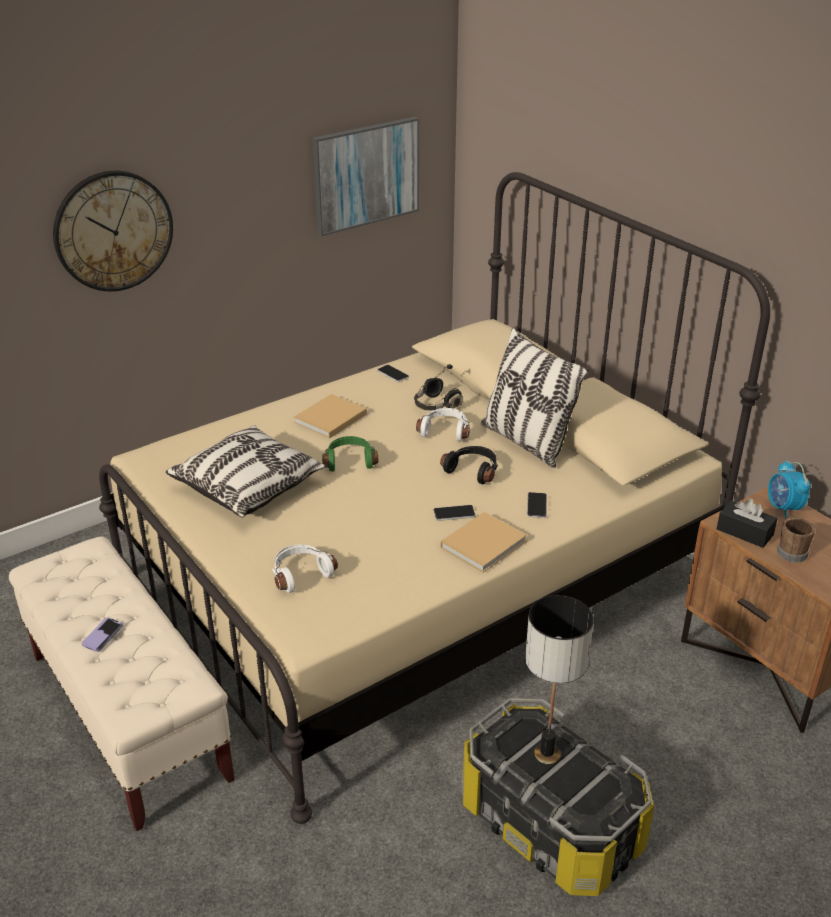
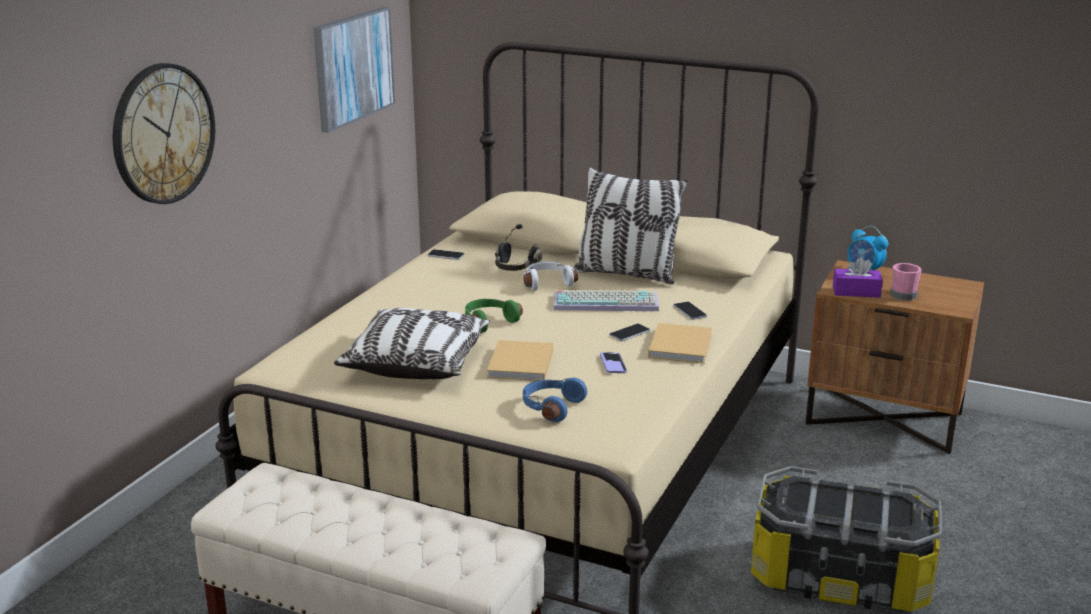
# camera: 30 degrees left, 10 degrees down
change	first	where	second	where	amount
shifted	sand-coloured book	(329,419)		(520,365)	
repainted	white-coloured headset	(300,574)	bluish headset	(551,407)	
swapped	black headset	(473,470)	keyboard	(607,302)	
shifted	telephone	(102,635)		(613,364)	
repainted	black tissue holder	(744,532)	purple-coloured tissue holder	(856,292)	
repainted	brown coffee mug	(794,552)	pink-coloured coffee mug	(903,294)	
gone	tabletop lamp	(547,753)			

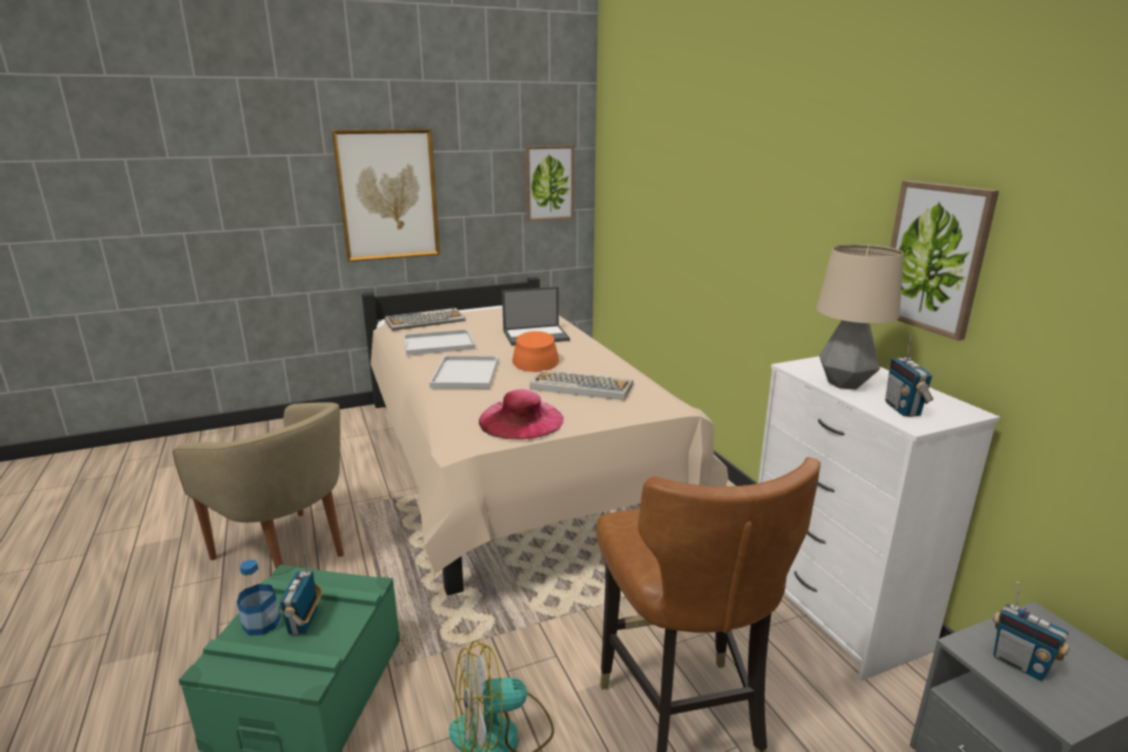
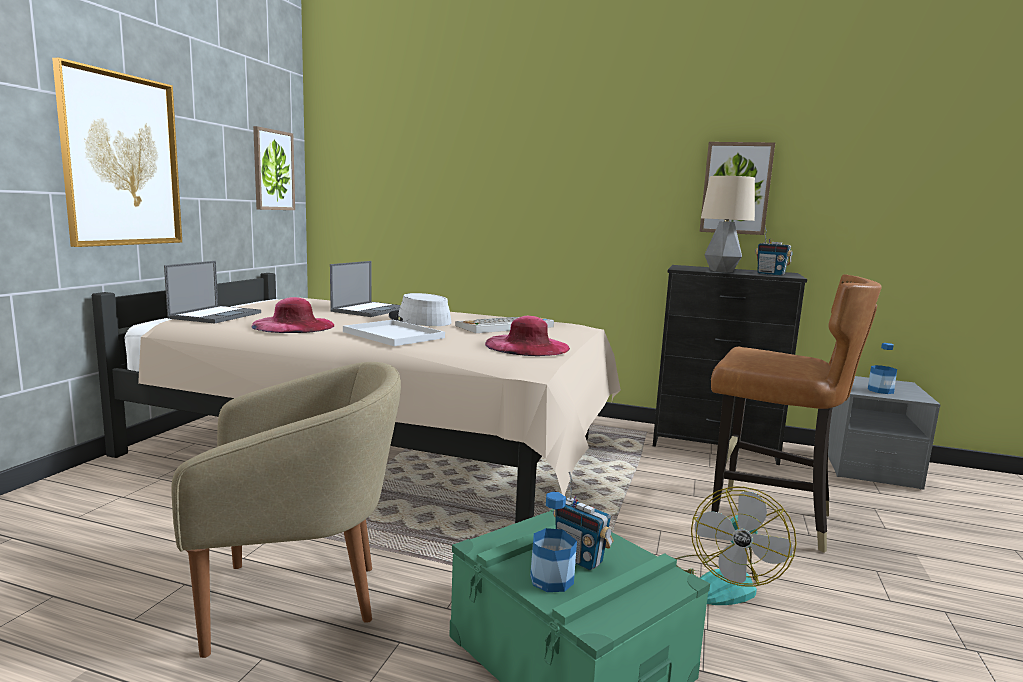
# camera: 50 degrees left, 10 degrees down
change	first	where	second	where	amount
swapped	keyboard	(425,321)	laptop	(216,315)	
swapped	white-coloured serving tray	(437,344)	pink-coloured wearable hat	(293,325)	
repainted	orangey wearable hat	(535,359)	gray wearable hat	(419,320)	
repainted	white-coloured drawer chest	(832,609)	black drawer chest	(714,444)	
swapped	radio set	(1020,664)	bottle	(880,390)	

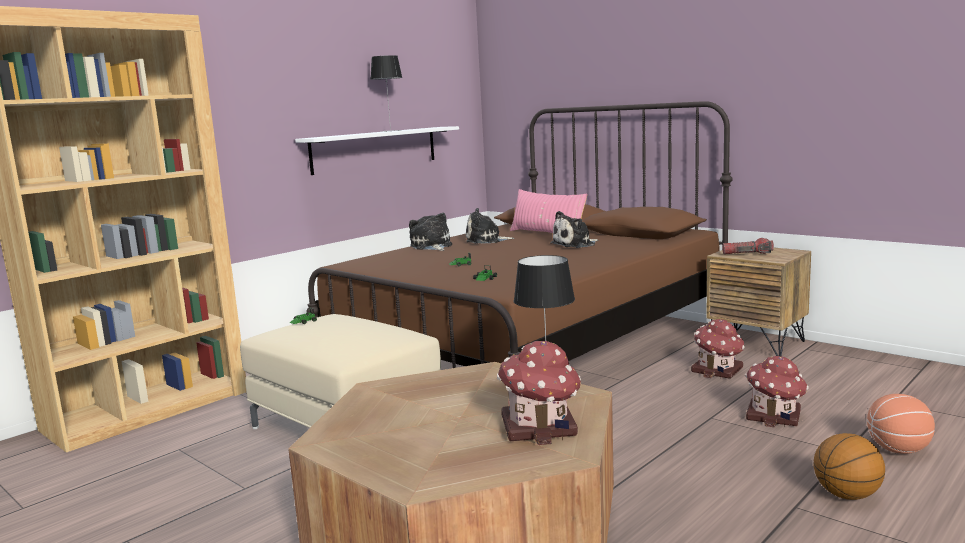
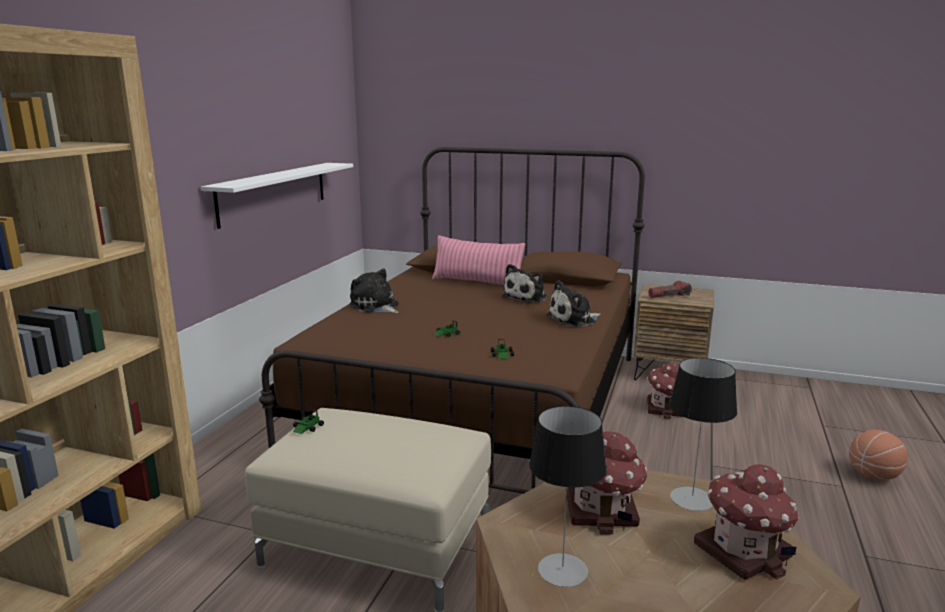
# camera: 25 degrees left, 5 degrees up
change	first	where	second	where	amount
shifted	tabletop lamp	(390,131)		(562,570)	
shifted	cuddly toy	(486,240)		(574,319)	
shifted	toy house	(775,416)		(602,510)	
gone	basketball	(847,495)			

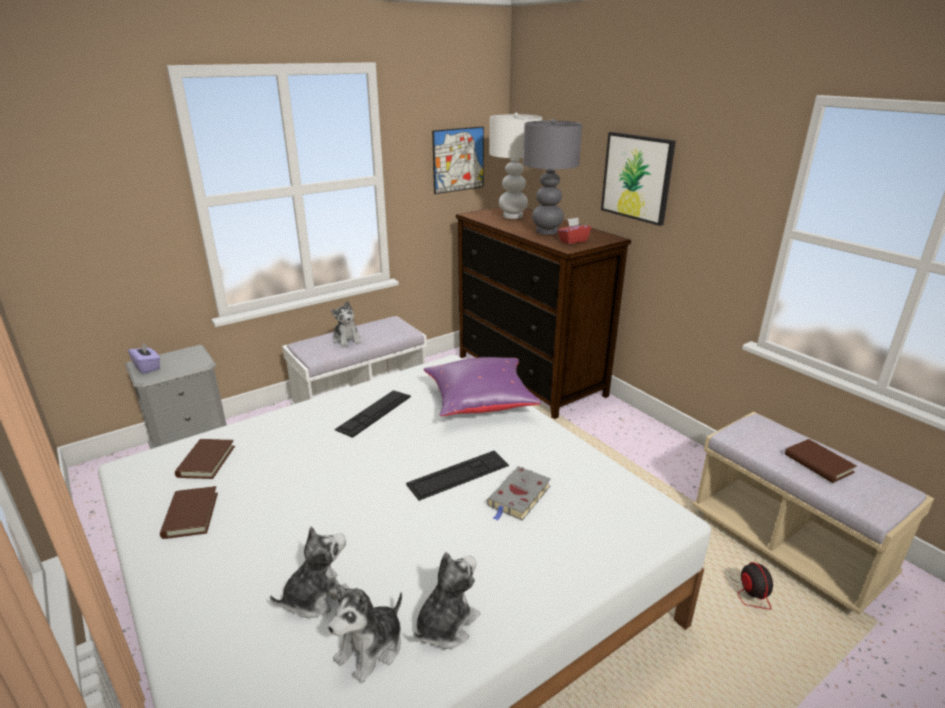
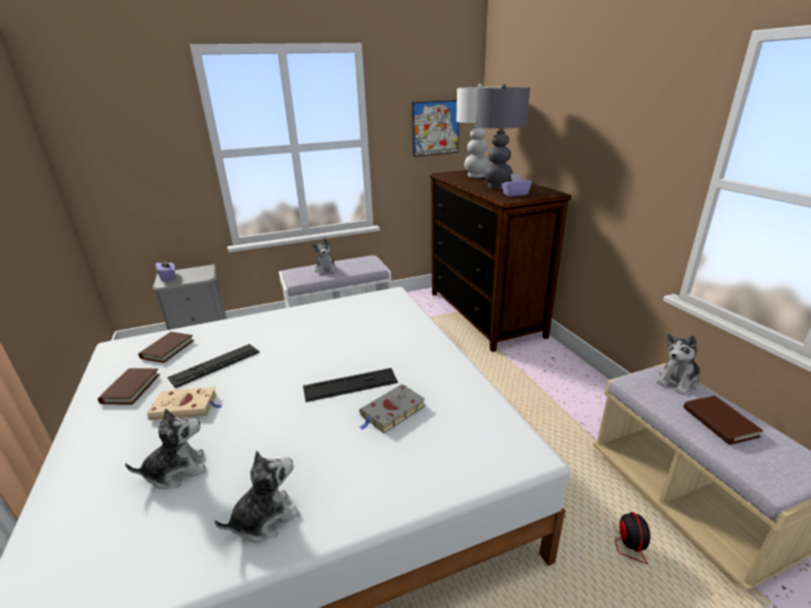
# camera: 15 degrees right, 0 degrees up
change	first	where	second	where	amount
new			sand-coloured book	(186,407)	
shifted	keyboard	(374,412)		(215,364)	
repainted	red tissue holder	(573,241)	purple-coloured tissue holder	(515,194)	
shifted	cuddly toy	(371,648)		(678,381)	
gone	purple-coloured throw pillow	(480,403)			
gone	wall art	(637,177)			

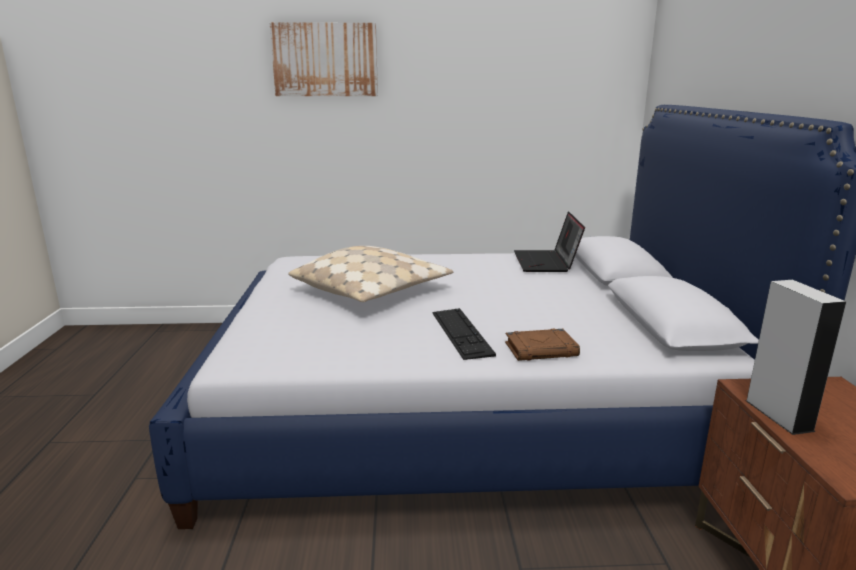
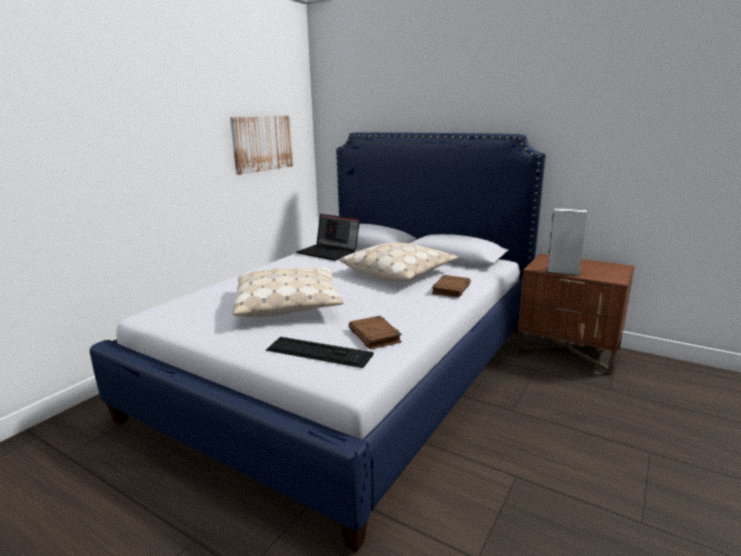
# camera: 55 degrees left, 0 degrees up
change	first	where	second	where	amount
shifted	wall art	(325,60)		(262,143)	
shifted	keyboard	(461,332)		(319,352)	
new			sand-coloured throw pillow	(399,272)	
new			brown book	(375,336)	

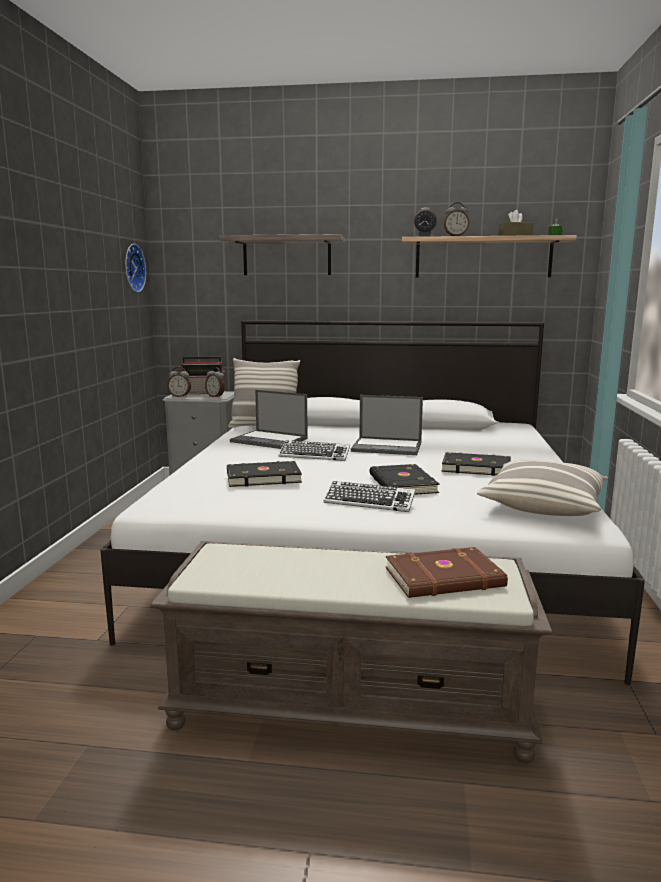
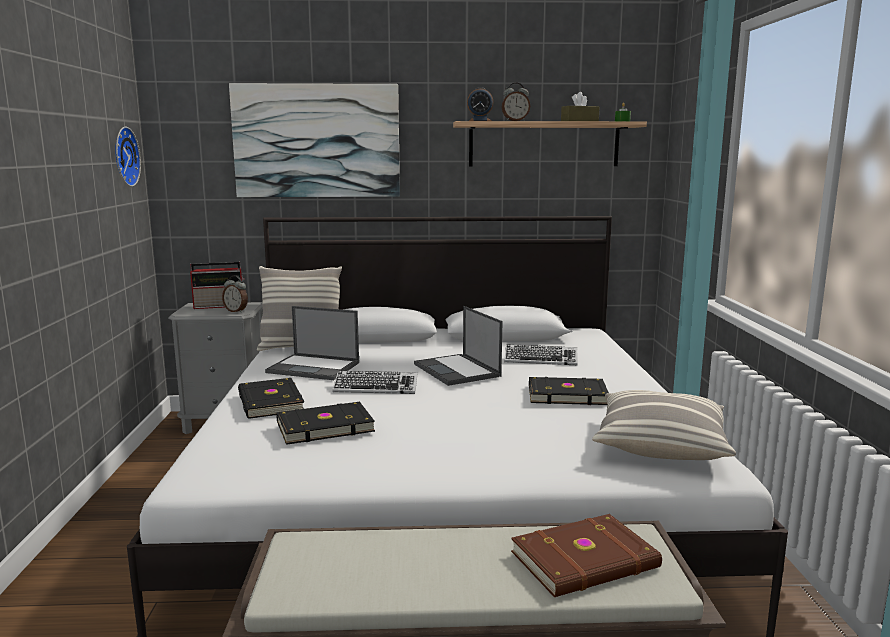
# camera: 10 degrees left, 0 degrees up
change	first	where	second	where	amount
swapped	bracket shelf	(287,256)	wall art	(317,141)	
shifted	black book	(401,484)		(269,402)	
rotated	laptop	(388,447)		(457,370)	60 degrees clockwise
shifted	keyboard	(369,502)		(540,360)	
gone	bedside clock	(180,396)			

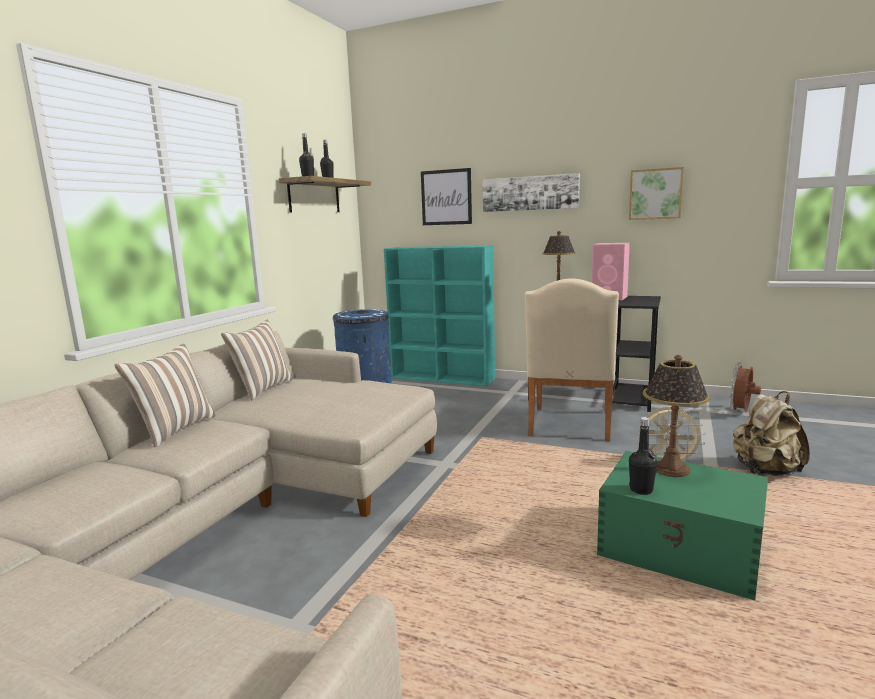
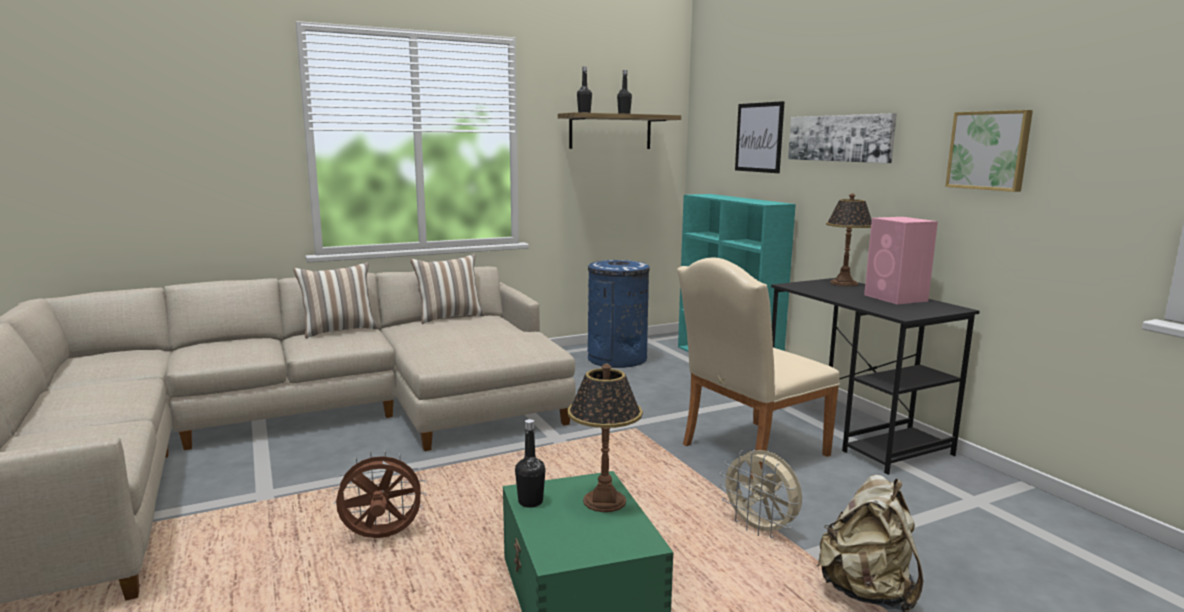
# camera: 40 degrees right, 0 degrees up
change	first	where	second	where	amount
shifted	brown electric fan	(741,412)		(381,538)	

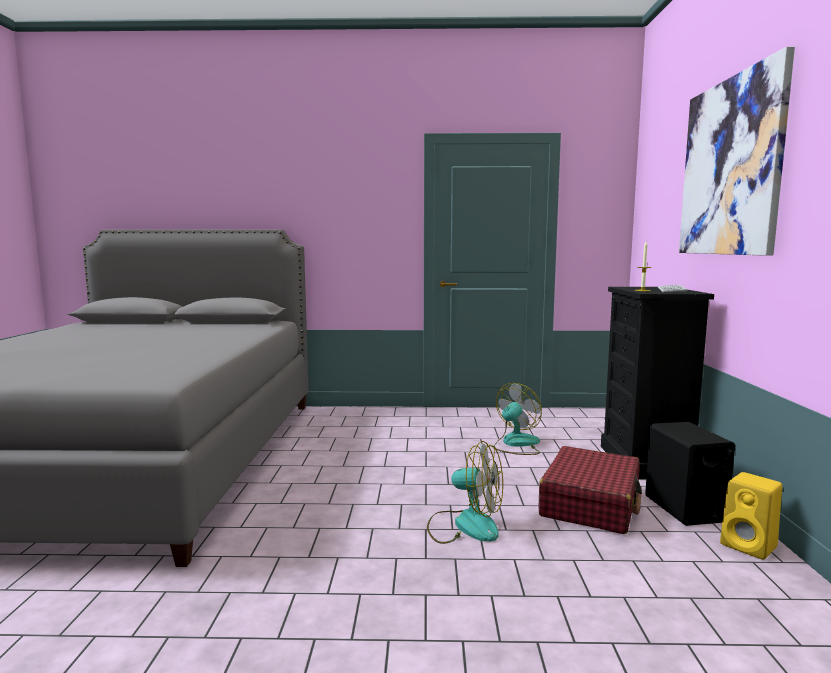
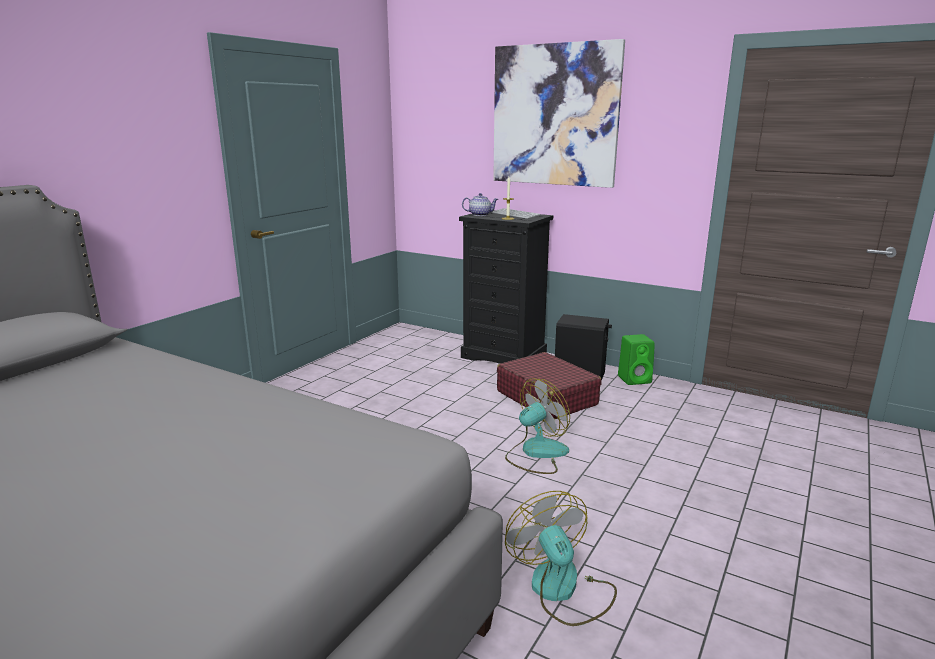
# camera: 60 degrees left, 10 degrees up
change	first	where	second	where	amount
new			teapot	(480,215)	
shifted	electric fan	(516,444)		(562,590)	
repainted	yellow loudspeaker	(750,546)	green loudspeaker	(635,379)	

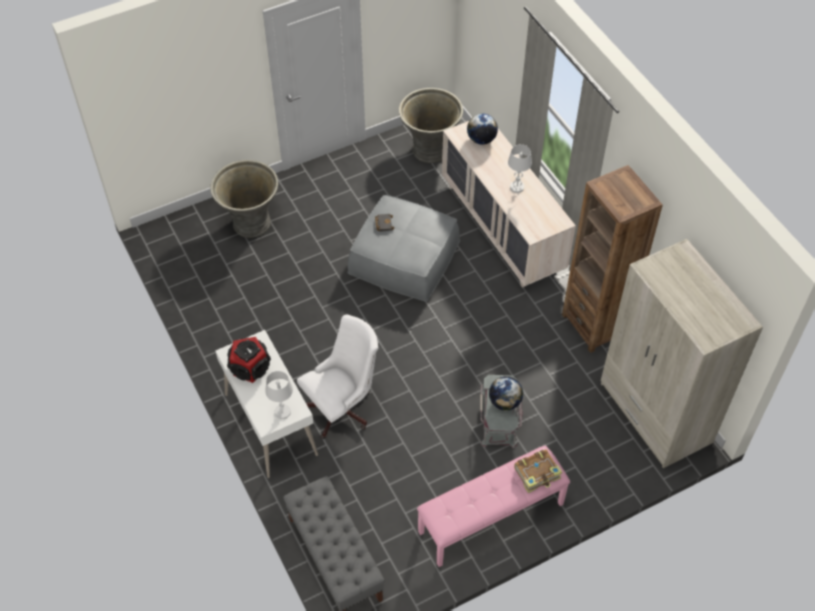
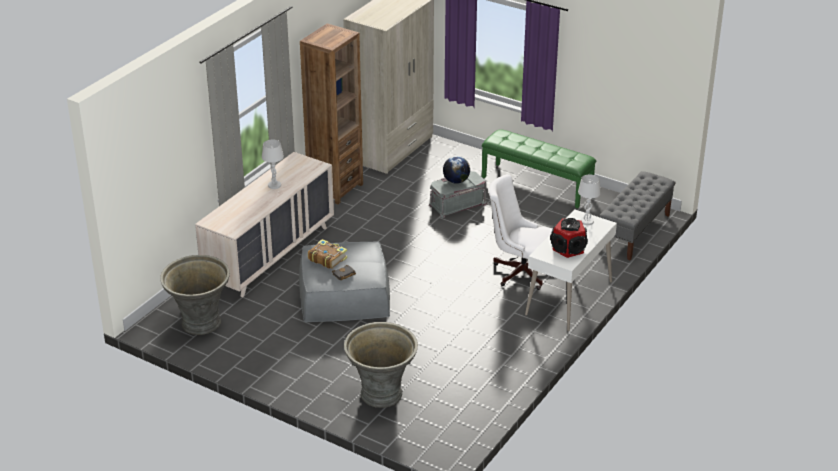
# camera: 120 degrees left, 20 degrees down
change	first	where	second	where	amount
shifted	book	(537,474)		(327,258)	
repainted	pink-coloured bench	(491,518)	green bench	(537,185)	
gone	world globe	(481,139)			

